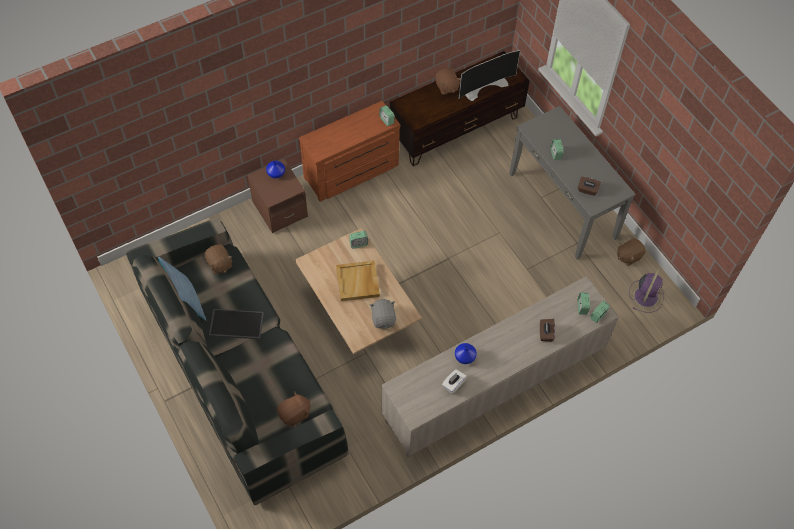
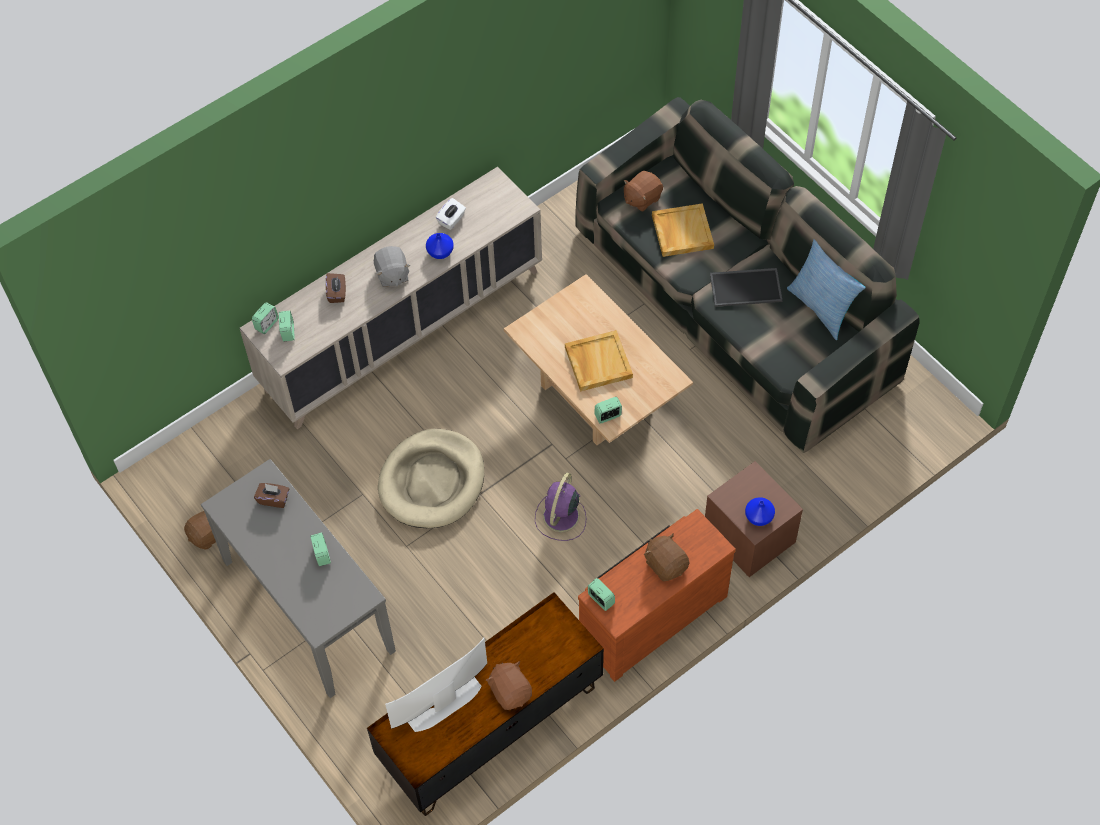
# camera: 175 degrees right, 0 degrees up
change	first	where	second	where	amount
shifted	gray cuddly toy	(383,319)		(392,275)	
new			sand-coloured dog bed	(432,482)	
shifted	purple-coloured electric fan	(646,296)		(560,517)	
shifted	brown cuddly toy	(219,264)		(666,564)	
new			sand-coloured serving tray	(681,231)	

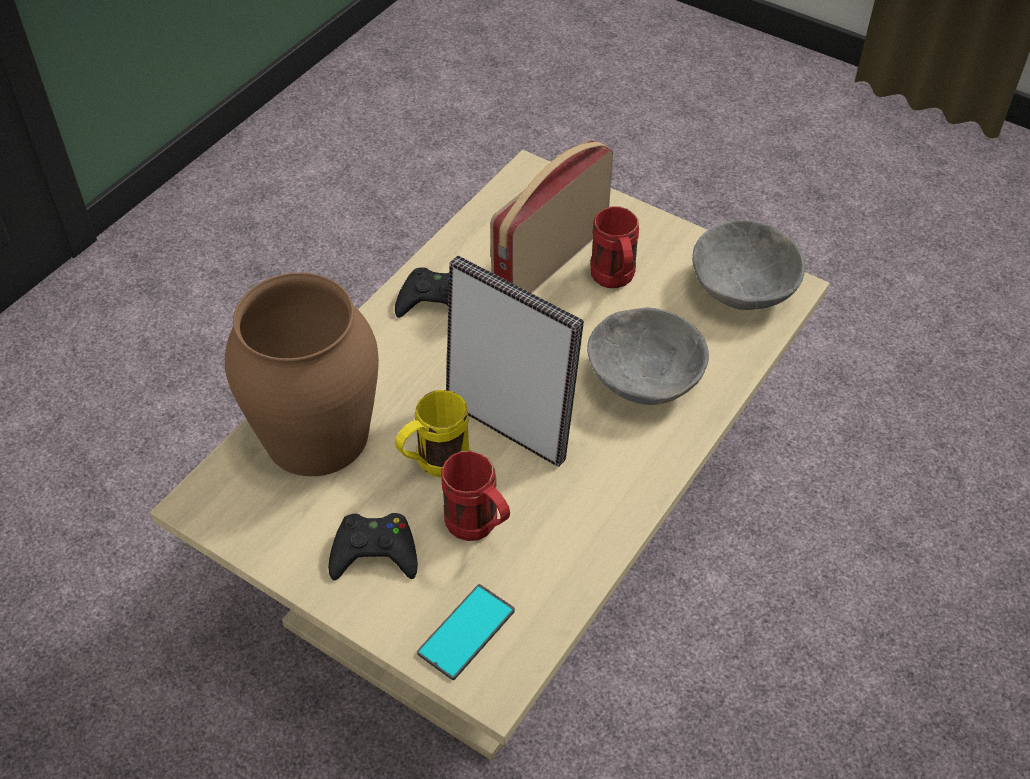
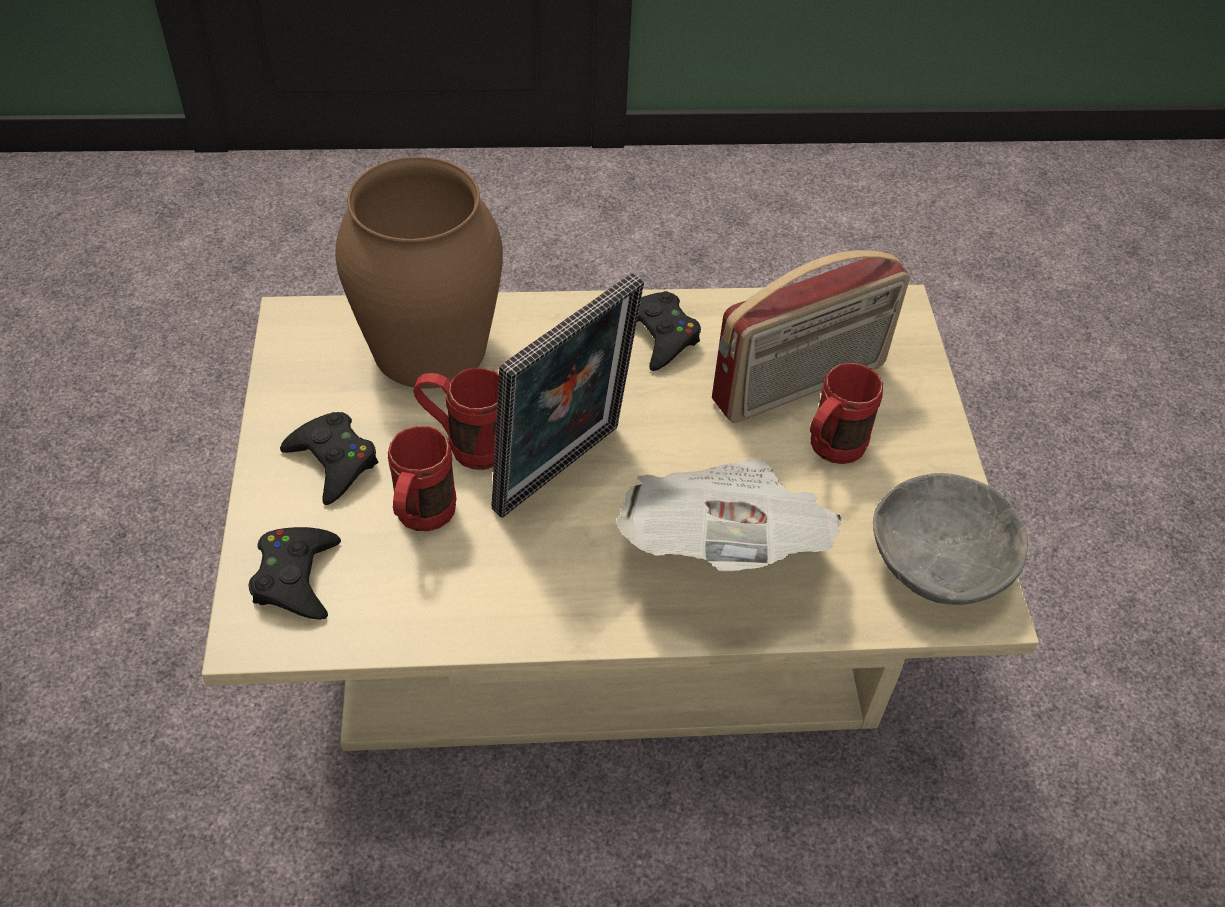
# camera: 50 degrees right, 0 degrees up
change	first	where	second	where	amount
swapped	telephone	(466,632)	black gamepad	(296,578)	
repainted	yellow coffee mug	(433,465)	red coffee mug	(465,445)	
rotated	photo frame	(510,425)		(564,473)	45 degrees clockwise
swapped	gray serving bowl	(642,378)	newspaper	(723,545)	
rotated	radio set	(549,260)		(800,385)	150 degrees clockwise

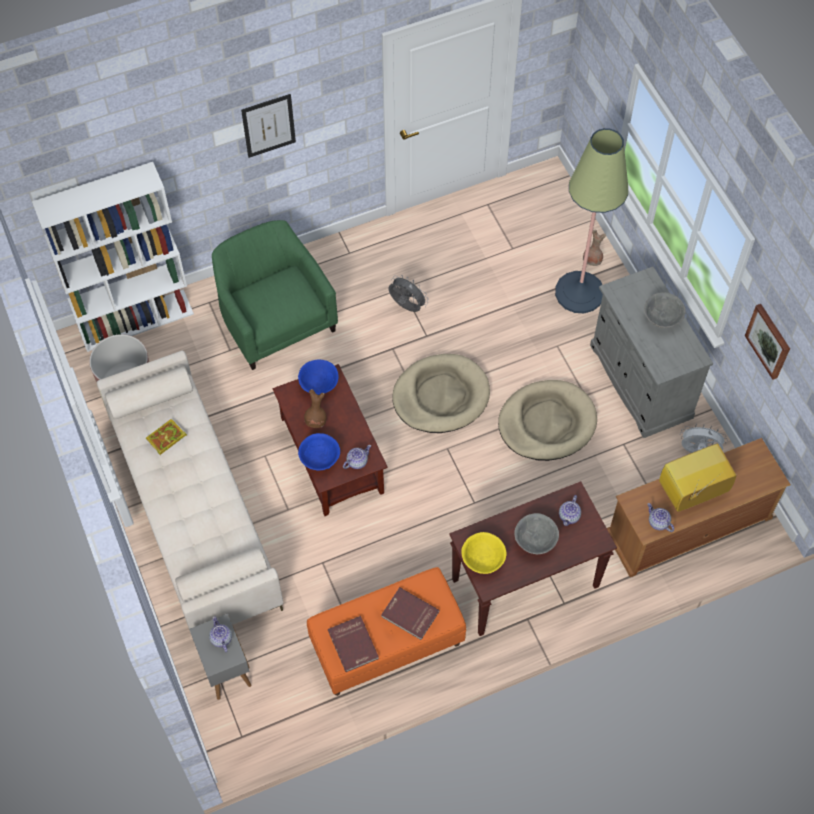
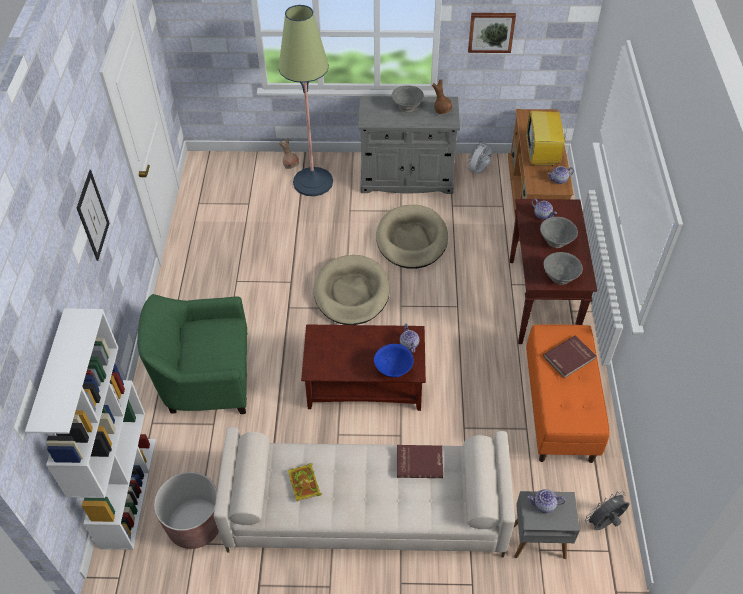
# camera: 65 degrees left, 10 degrees down
change	first	where	second	where	amount
shifted	red book	(354,644)		(419,462)	
shifted	brown flower vase	(316,420)		(442,111)	
repainted	yellow serving bowl	(483,560)	gray serving bowl	(560,277)	
shifted	gray electric fan	(406,307)		(604,523)	
gone	bluish serving bowl	(319,385)			

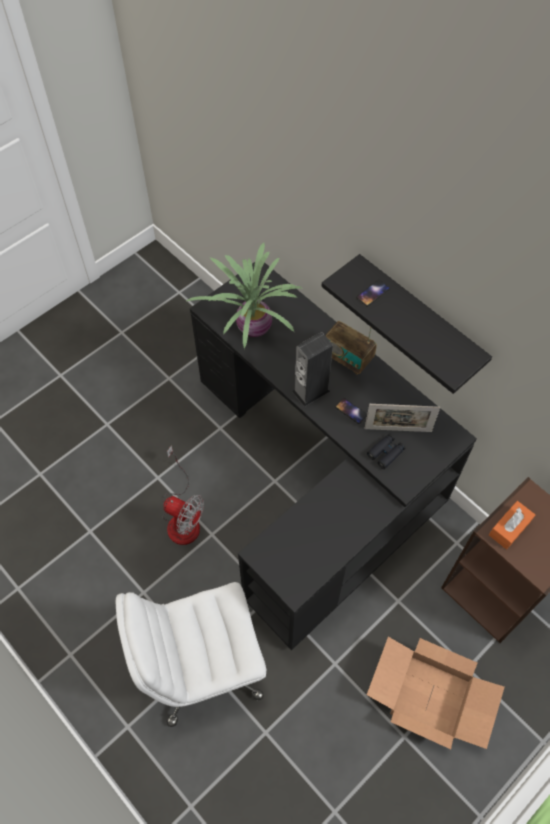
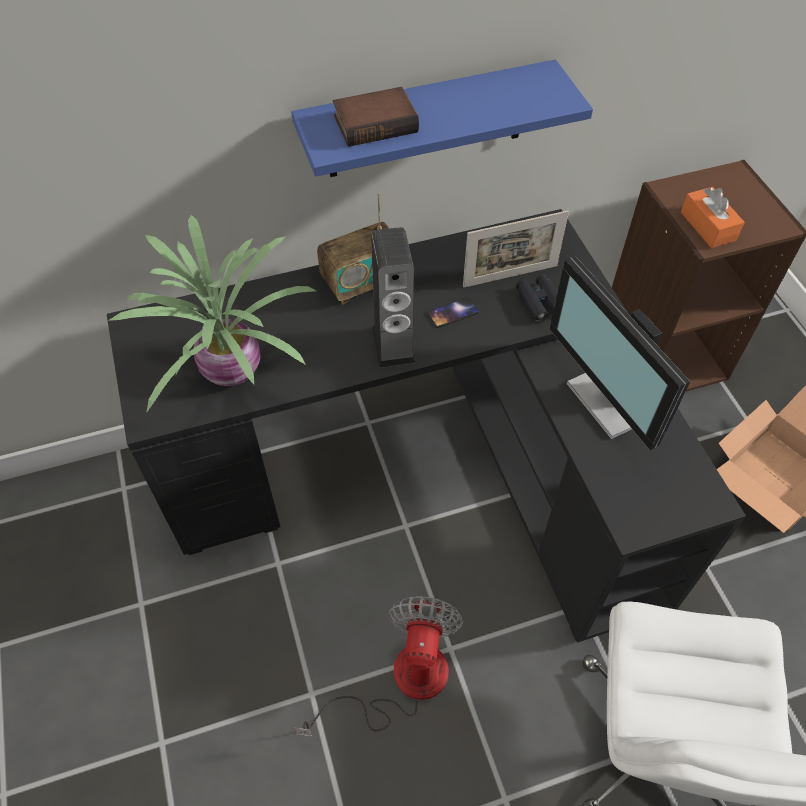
# camera: 65 degrees left, 5 degrees down
change	first	where	second	where	amount
repainted	black bracket shelf	(419,319)	bluish bracket shelf	(426,121)	
rotated	electric fan	(182,517)		(401,682)	45 degrees counterclockwise
swapped	telephone	(373,293)	book	(376,122)	
rotated	photo frame	(398,430)		(510,276)	45 degrees clockwise
new			computer screen	(616,399)	

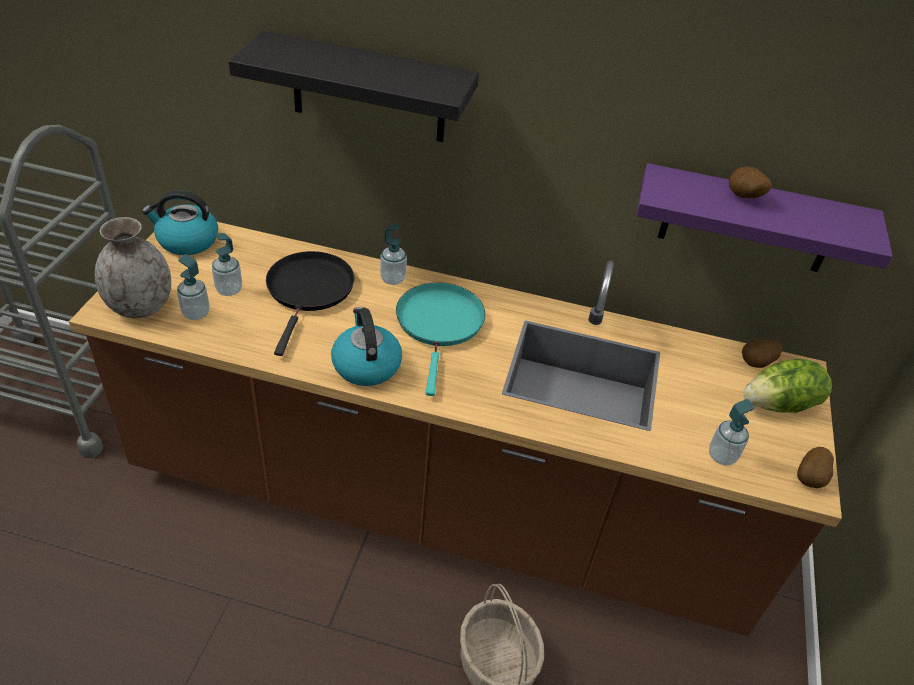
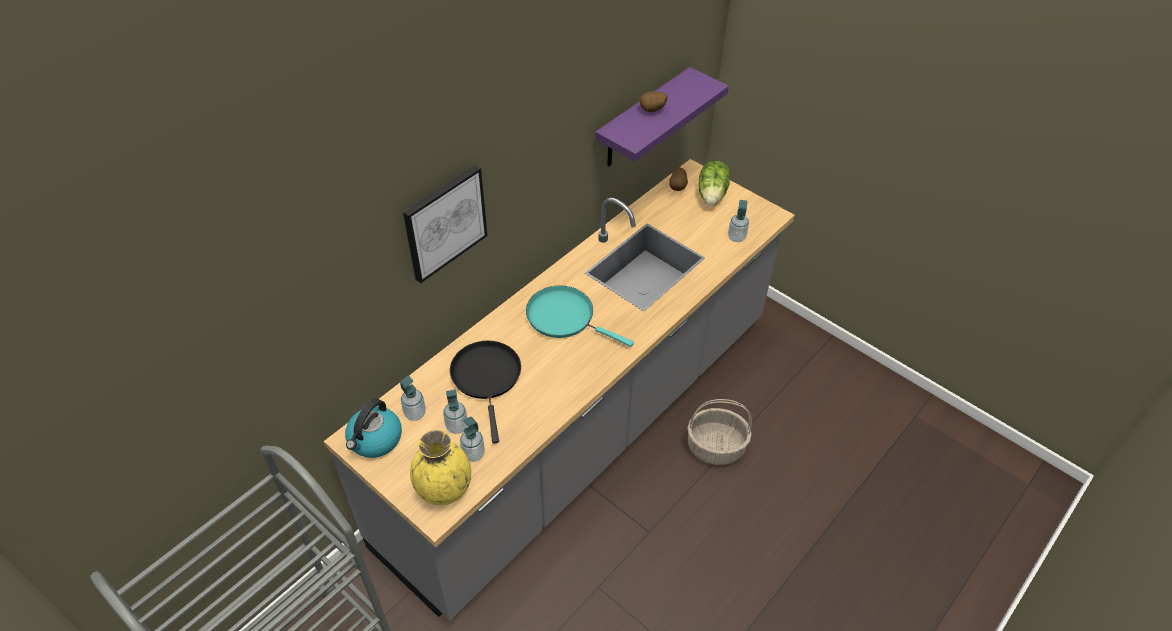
# camera: 60 degrees left, 5 degrees up
change	first	where	second	where	amount
repainted	brown kitchen base unit	(440,502)	gray kitchen base unit	(583,429)	
shifted	liquid soap bottle	(393,279)		(415,413)	
swapped	black bracket shelf	(368,89)	wall art	(444,222)	
repainted	gray flower vase	(140,306)	yellow flower vase	(444,489)	
rotated	black frying pan	(309,291)		(487,378)	45 degrees clockwise
gone	tea kettle	(366,365)			
gone	potato	(810,479)			

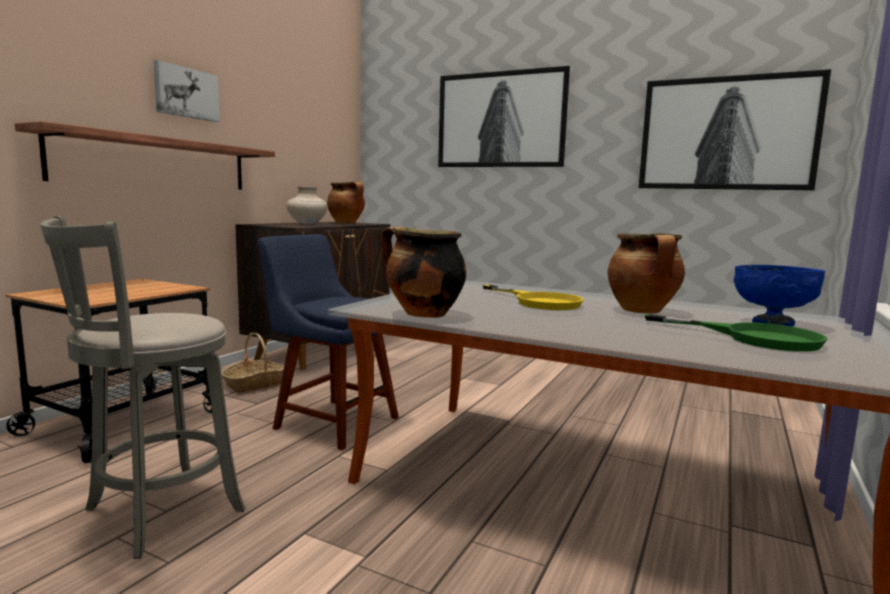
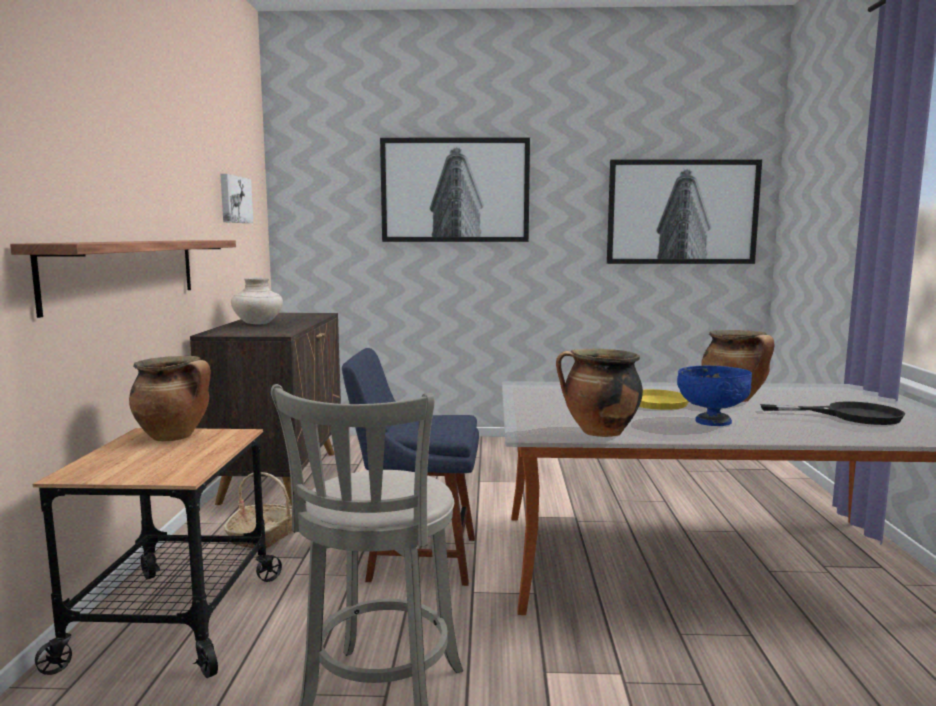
# camera: 25 degrees left, 0 degrees up
change	first	where	second	where	amount
shifted	stockpot	(347,223)		(175,436)	
shifted	wall art	(186,93)		(234,199)	
shifted	bluish serving bowl	(772,323)		(712,421)	
repainted	green frying pan	(754,338)	black frying pan	(850,415)	

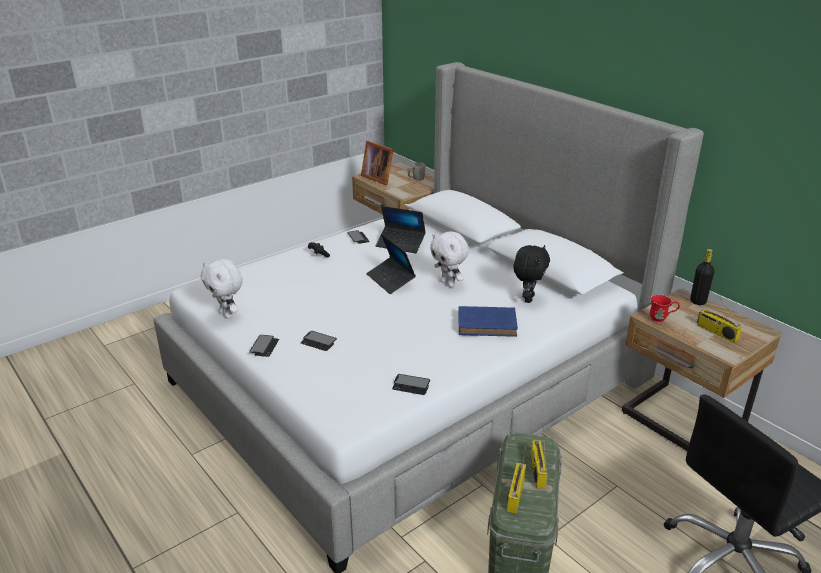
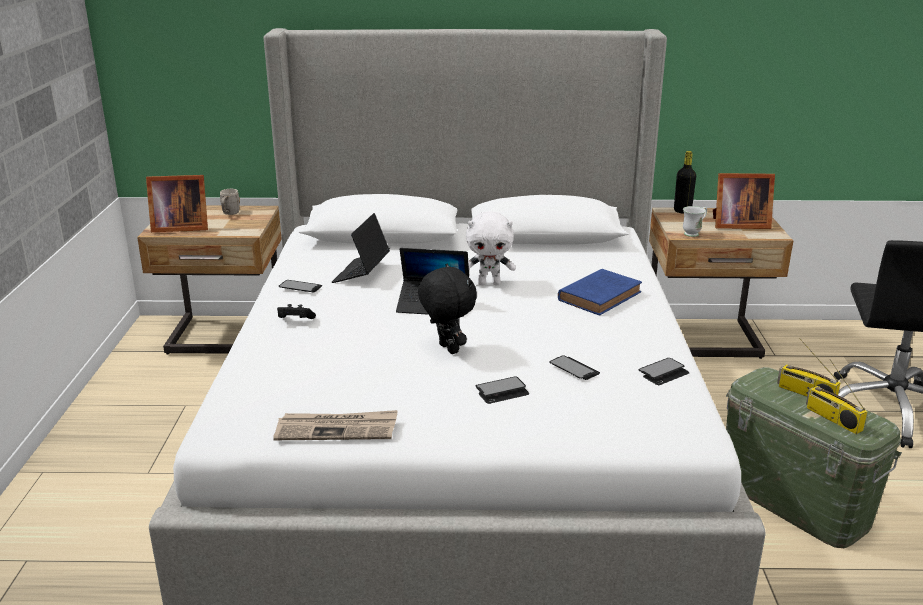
# camera: 50 degrees left, 5 degrees down
change	first	where	second	where	amount
swapped	white-coloured cuddly toy	(227,314)	newspaper	(337,429)	
rotated	laptop	(400,244)		(361,273)	135 degrees clockwise
shifted	black cuddly toy	(528,298)		(447,349)	
shifted	telephone	(264,346)		(574,369)	
repainted	red coffee mug	(661,320)	white-coloured coffee mug	(694,233)	
swapped	radio set	(716,332)	photo frame	(737,225)	

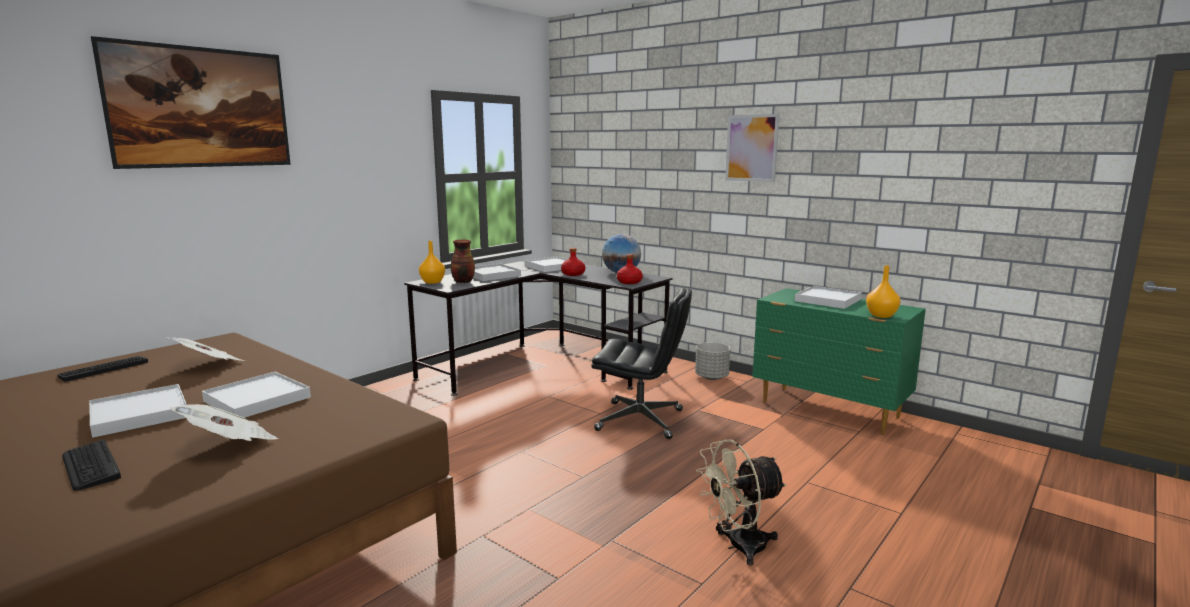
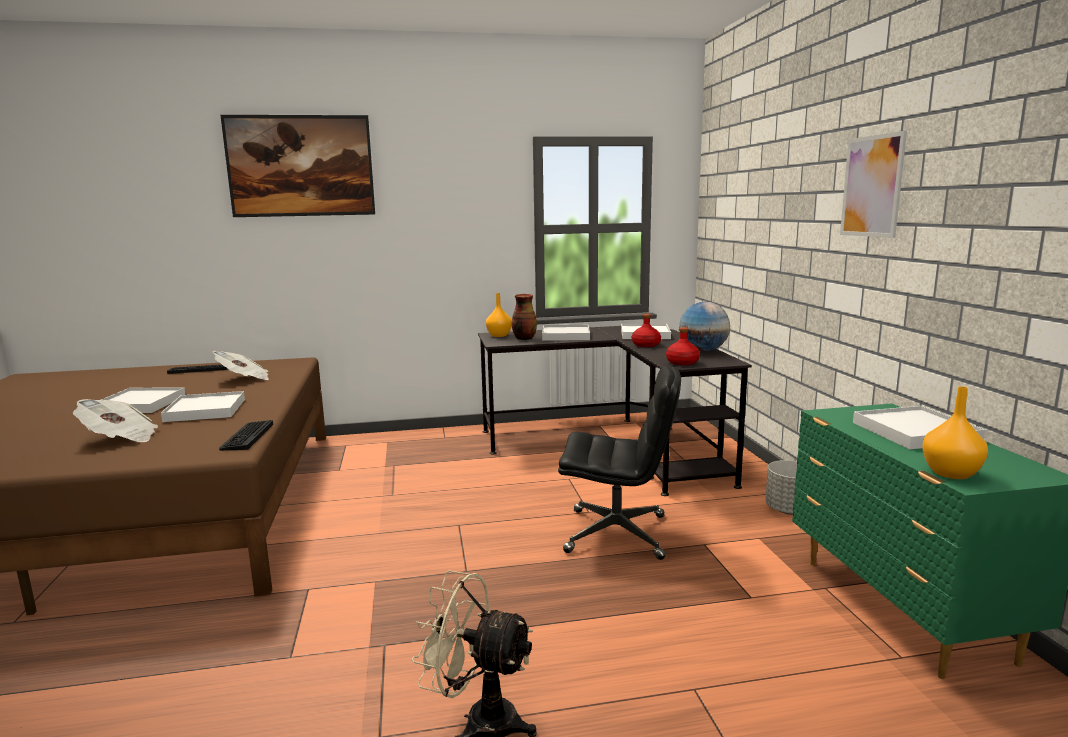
# camera: 40 degrees right, 0 degrees up
change	first	where	second	where	amount
shifted	keyboard	(90,466)		(247,436)	
rotated	black computer chair	(641,420)		(618,534)	45 degrees counterclockwise

